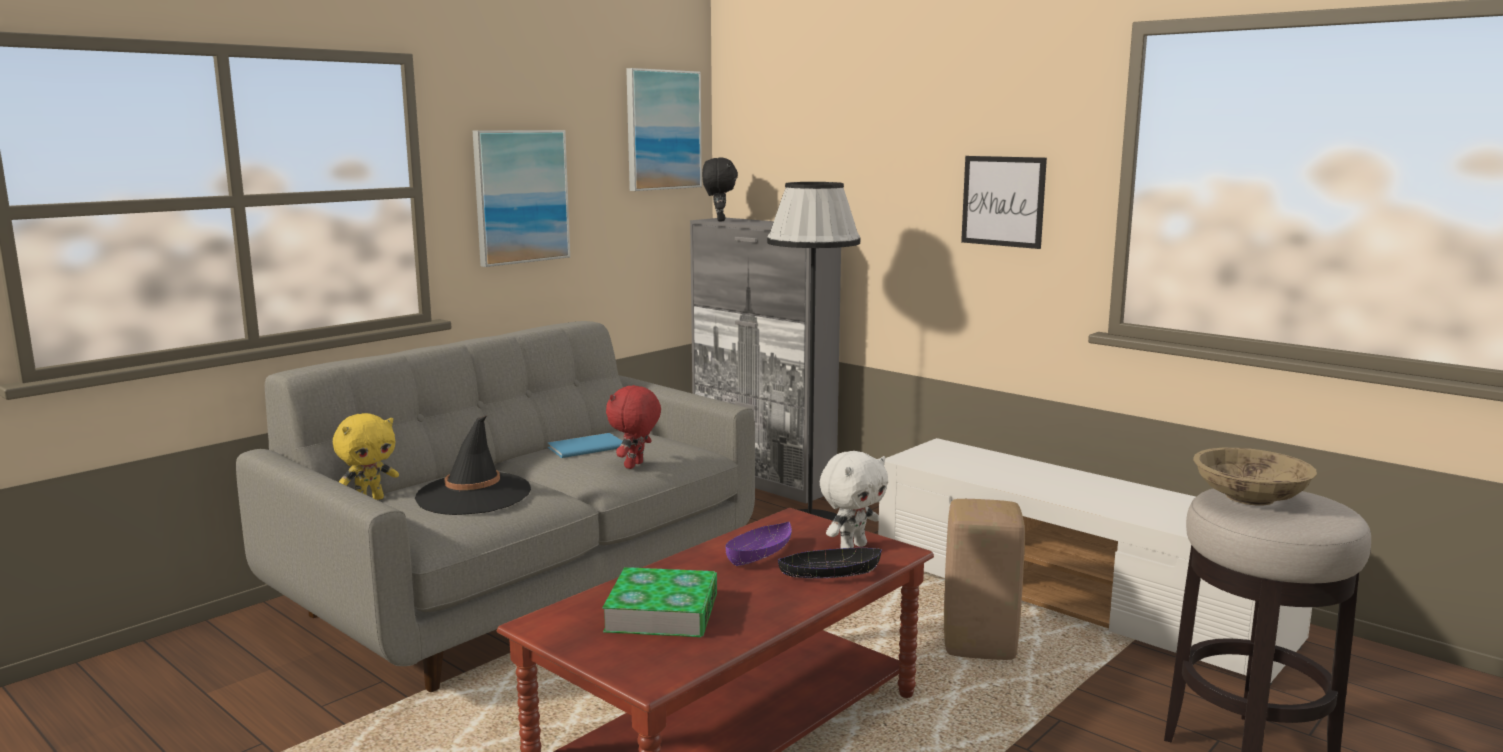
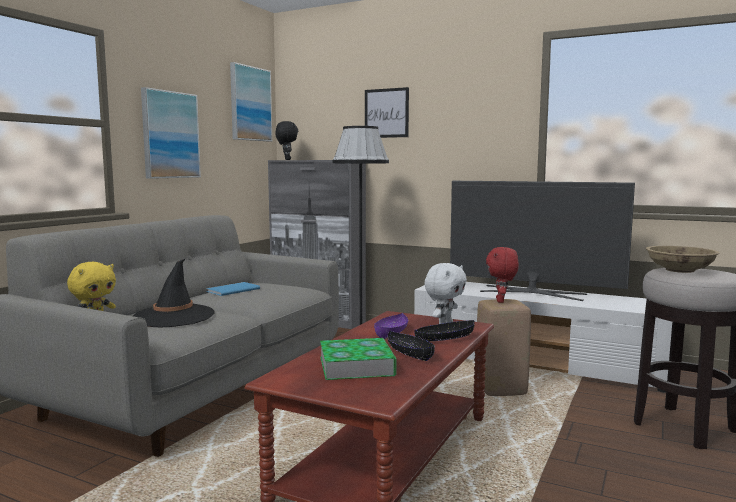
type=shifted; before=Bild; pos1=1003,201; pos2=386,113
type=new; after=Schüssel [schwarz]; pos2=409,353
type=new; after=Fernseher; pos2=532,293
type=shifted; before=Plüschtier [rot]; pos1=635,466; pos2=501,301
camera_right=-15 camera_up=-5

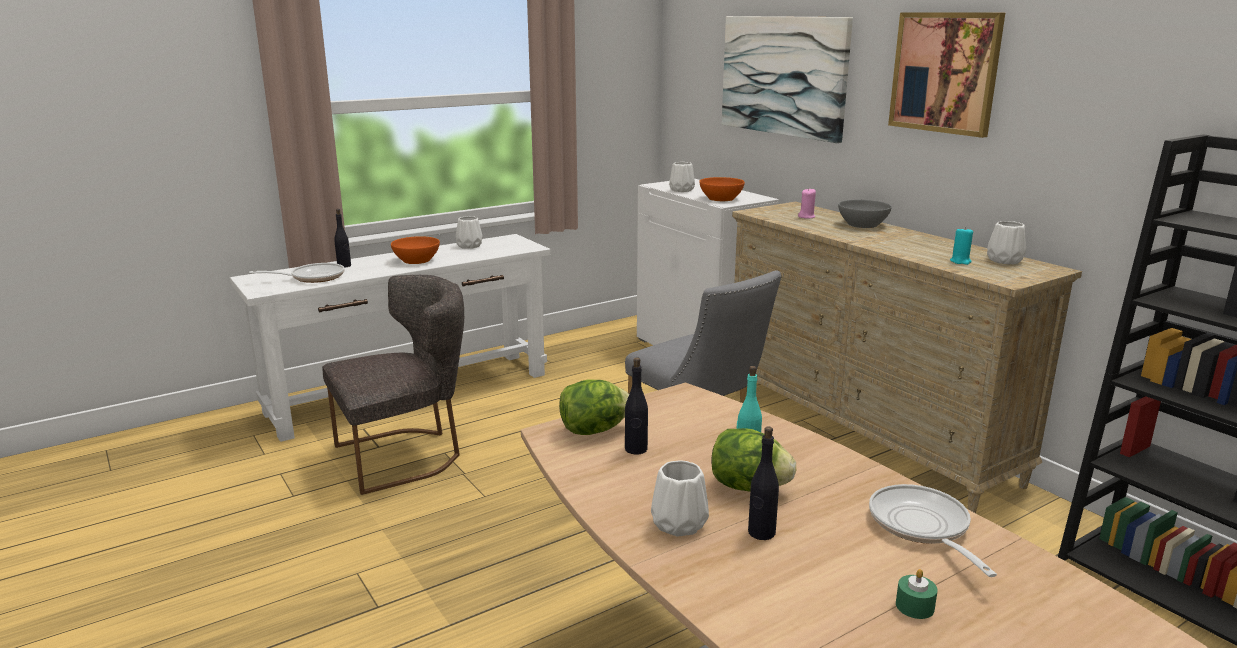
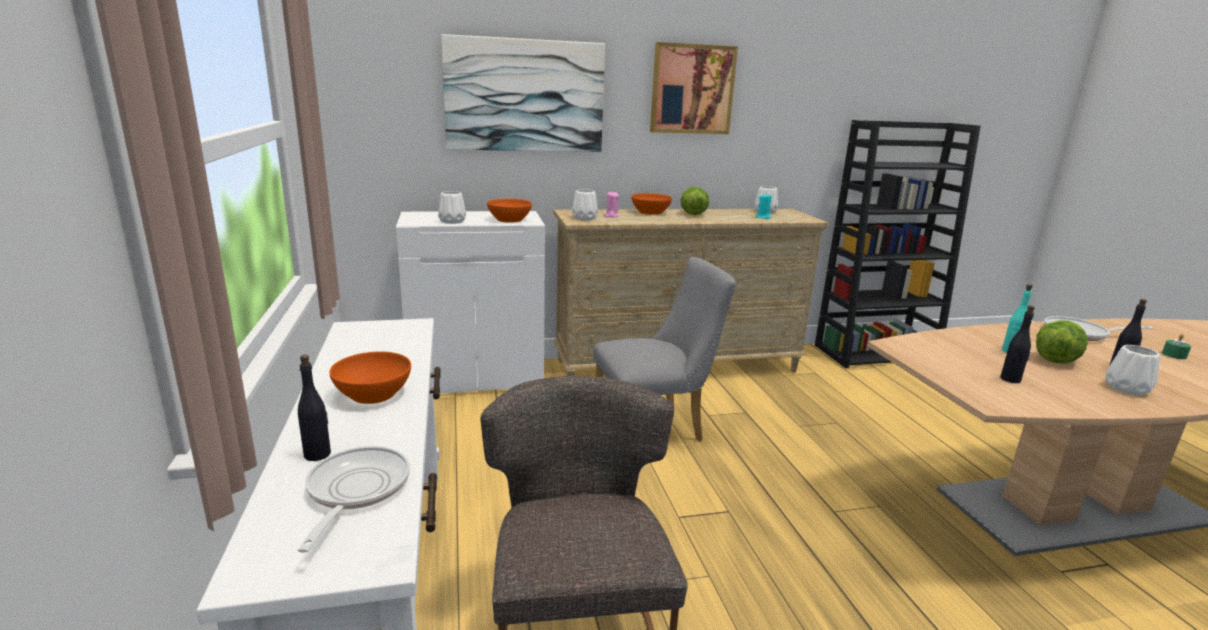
type=shifted; before=Vase [weiß]; pos1=469,246; pos2=585,218
type=repainted; before=Schüssel [grau]; after=Schüssel [orange]; pos1=863,224; pos2=650,212
type=shifted; before=Salatkopf; pos1=594,430; pos2=693,214
camera_right=-70 camera_up=0

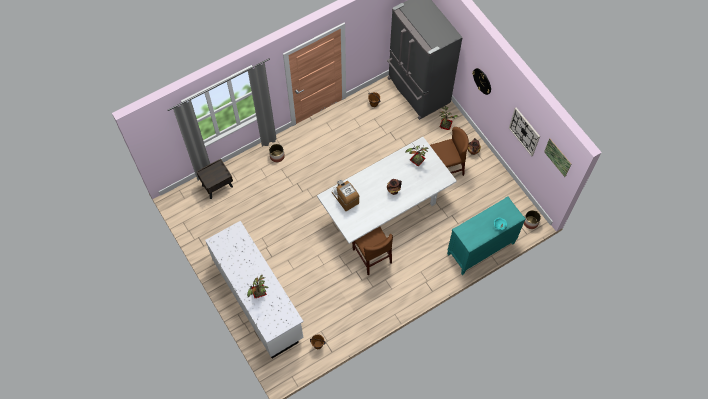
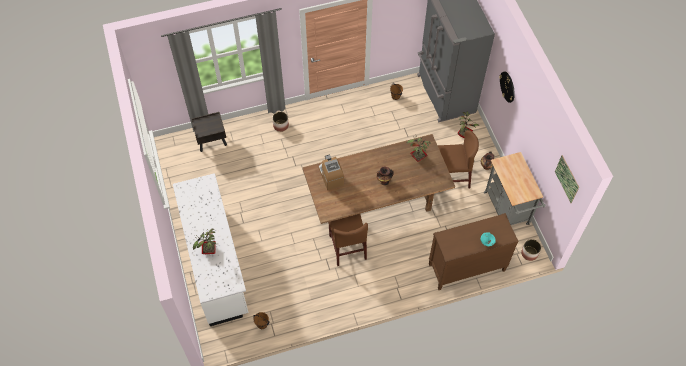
type=repainted; before=Esstisch [weiß]; after=Esstisch [braun]; pos1=385,209; pos2=376,203
type=repainted; before=Kommode [türkis]; after=Kommode [braun]; pos1=480,249; pos2=466,268
type=new; after=Rollwagen [grau]; pos2=508,211
type=gone; before=Wanduhr; pos1=524,131
camera_right=15 camera_up=-5

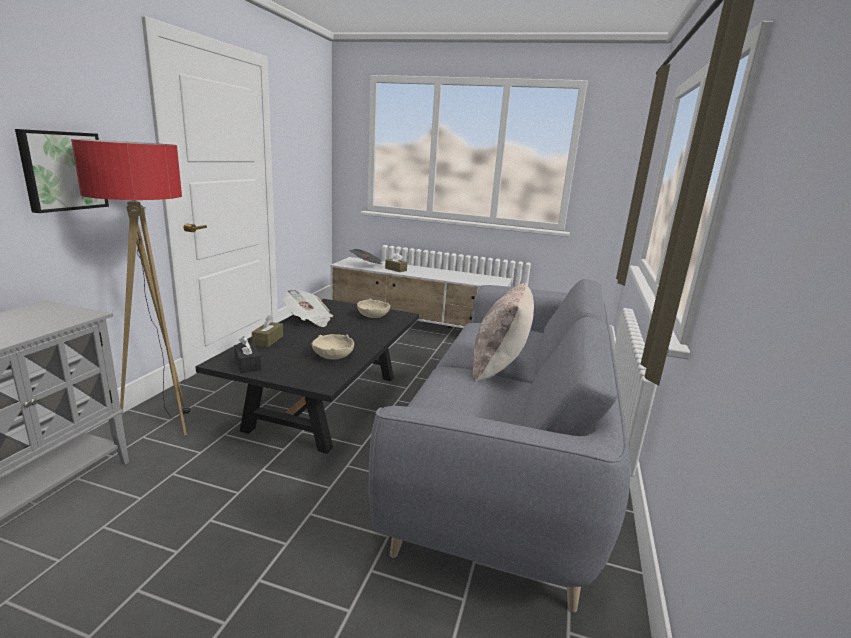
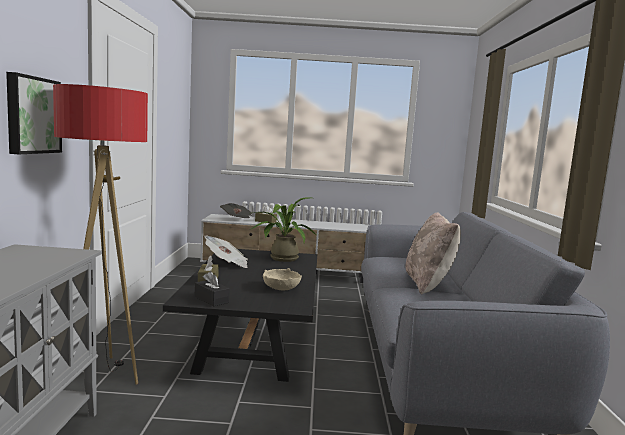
type=swapped; before=Schüssel [beige]; after=Topfpflanze; pos1=373,316; pos2=281,258
camera_right=-15 camera_up=-10

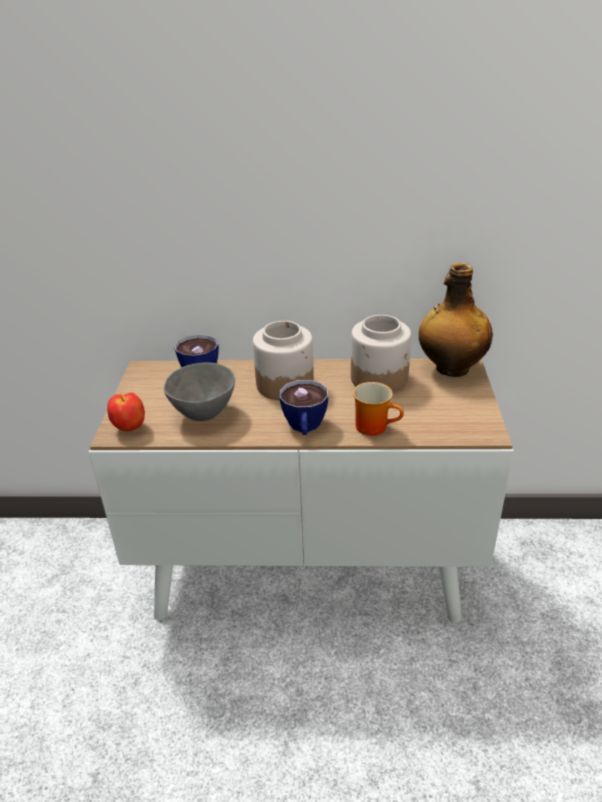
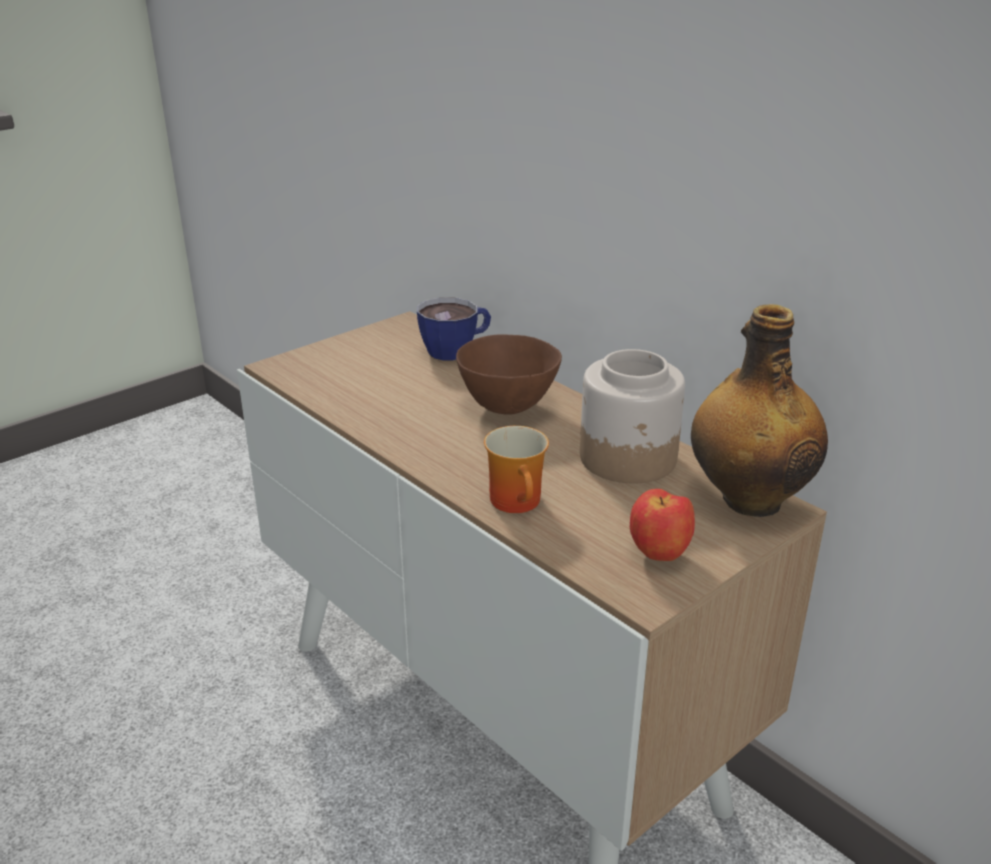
type=swapped; before=Vorratsglas; after=Schüssel [braun]; pos1=285,384; pos2=509,406
type=shifted; before=Apfel; pos1=130,428; pos2=660,555
type=gone; before=Schüssel [grau]; pos1=204,414
type=gone; before=Tasse; pos1=305,428
camera_right=45 camera_up=-5

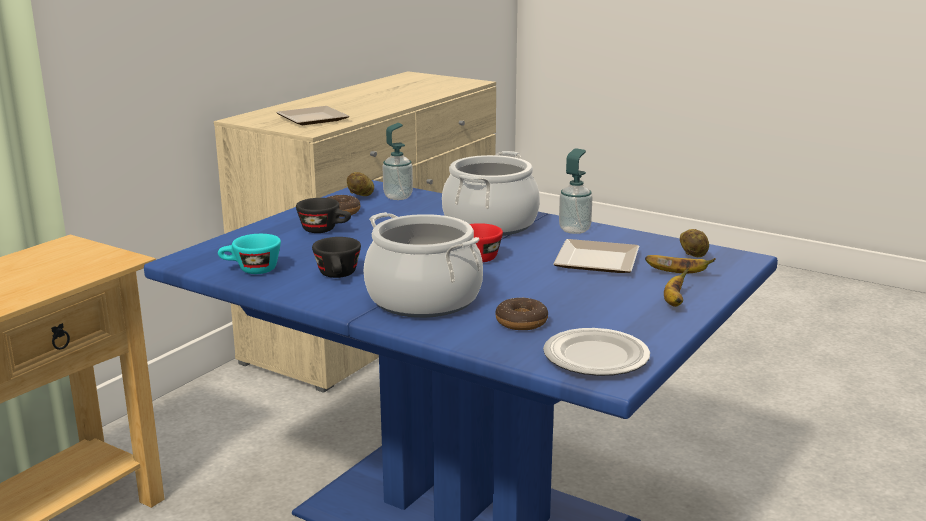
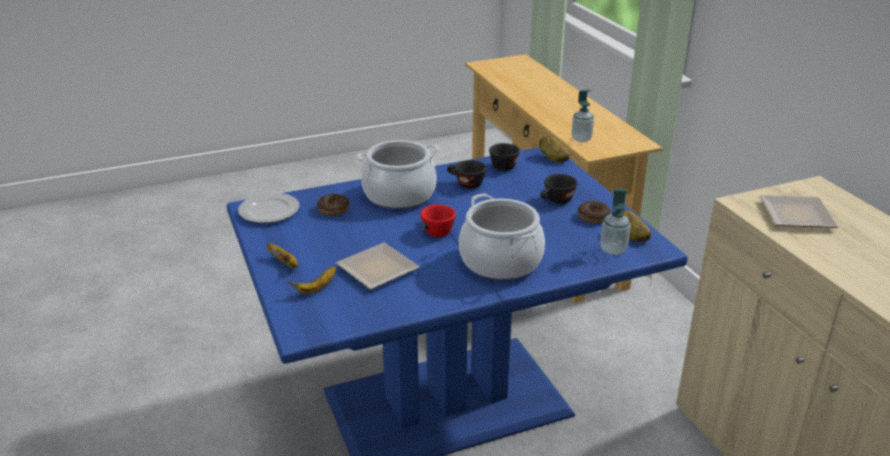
type=repainted; before=Tasse [türkis]; after=Tasse [schwarz]; pos1=251,270; pos2=505,165
type=shifted; before=Kartoffel; pos1=693,256; pos2=553,158
type=shifted; before=Seifenspender; pos1=574,230; pos2=581,139
camera_right=125 camera_up=10

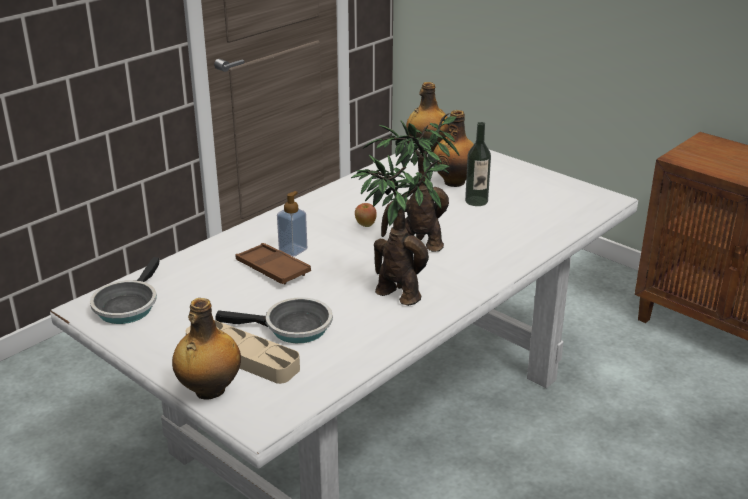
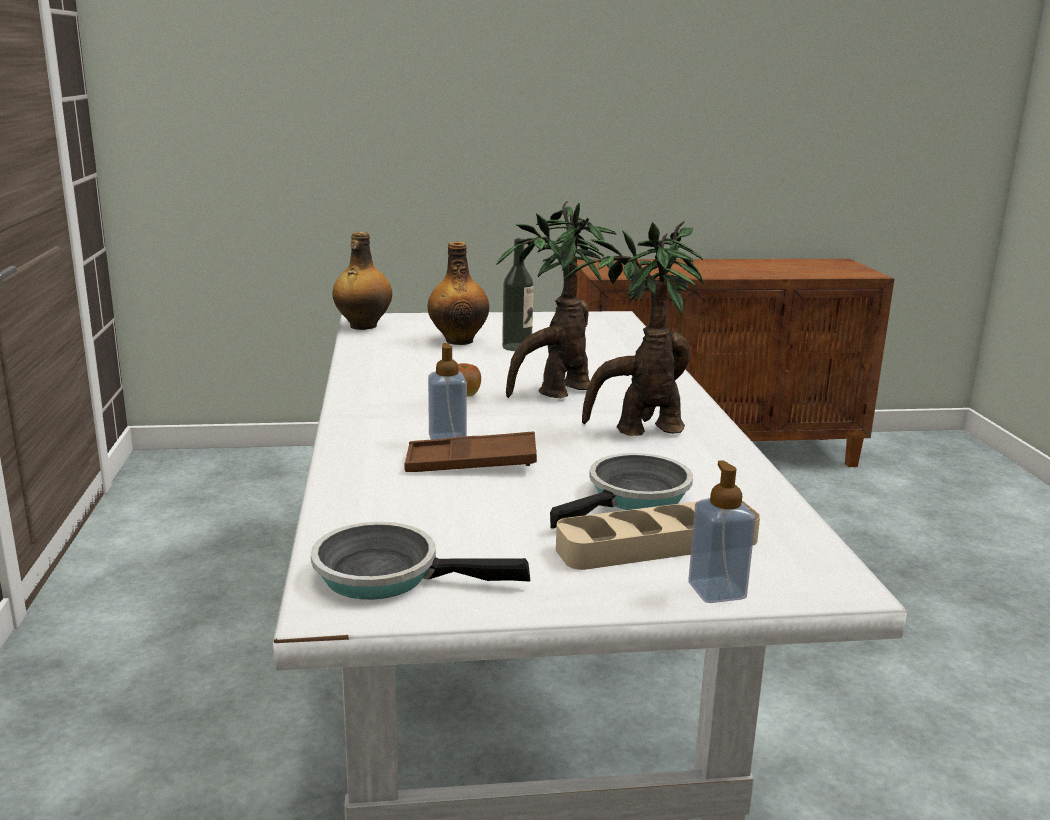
type=rotated; before=Pfanne; pos1=127,305; pos2=387,574; turn=135
type=swapped; before=Flasche; after=Seifenspender; pos1=209,390; pos2=716,591
camera_right=-50 camera_up=-10

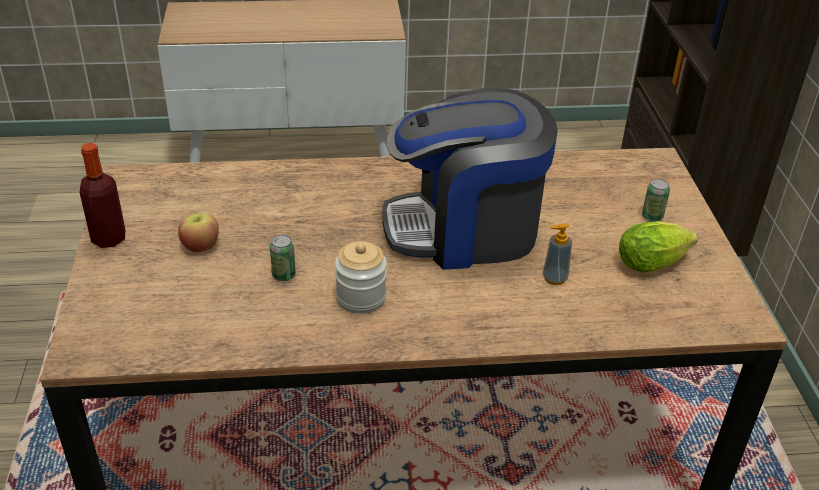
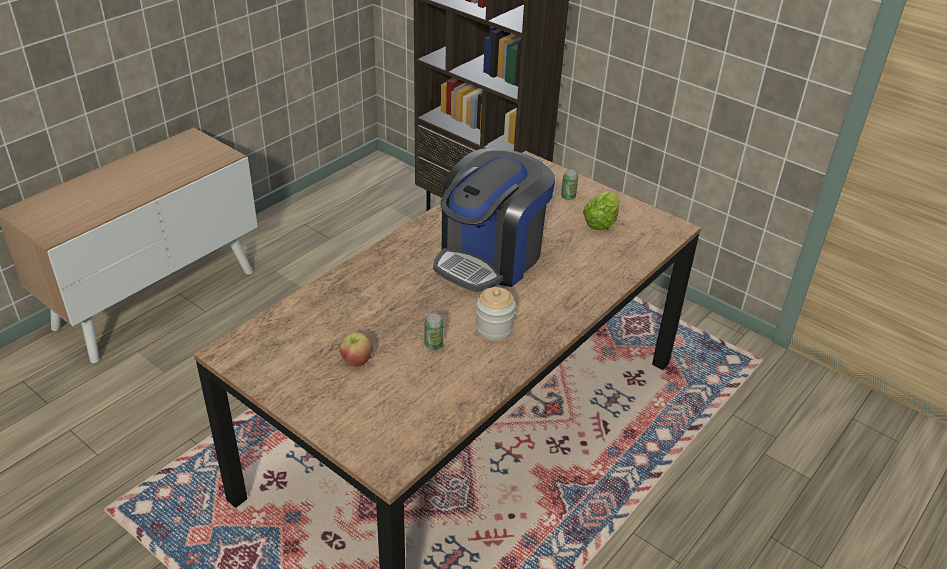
type=gone; before=Flasche; pos1=109,238
type=gone; before=Seifenspender; pos1=554,278
camera_right=-45 camera_up=0

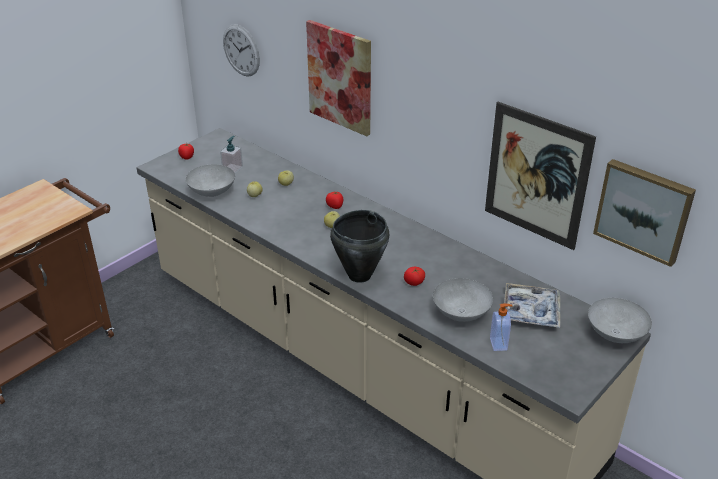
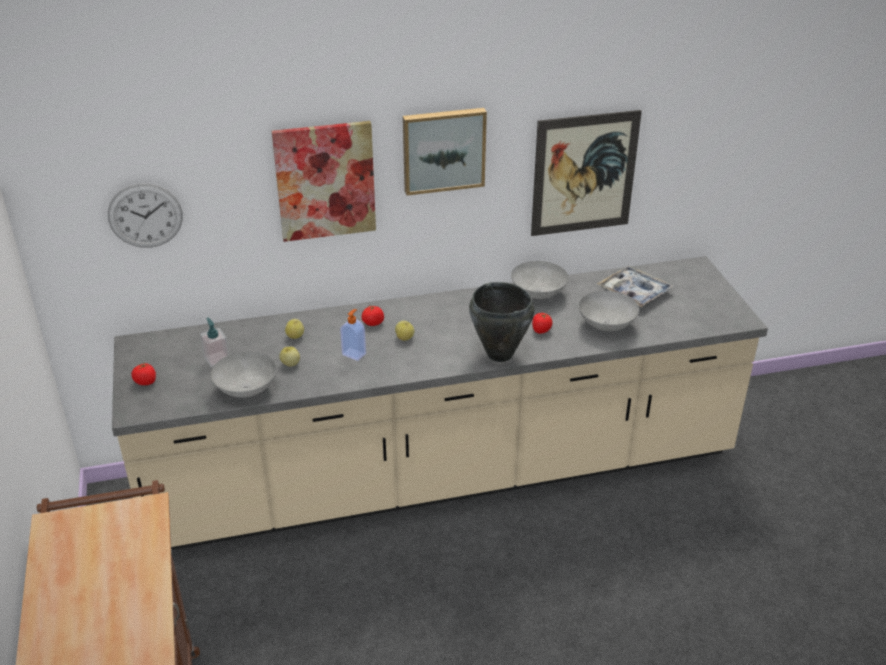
type=shifted; before=Seifenspender; pos1=499,344; pos2=354,354
type=shifted; before=Bild; pos1=644,210; pos2=443,149
type=shifted; before=Schüssel [grau]; pos1=615,335; pos2=538,294
camera_right=-55 camera_up=0

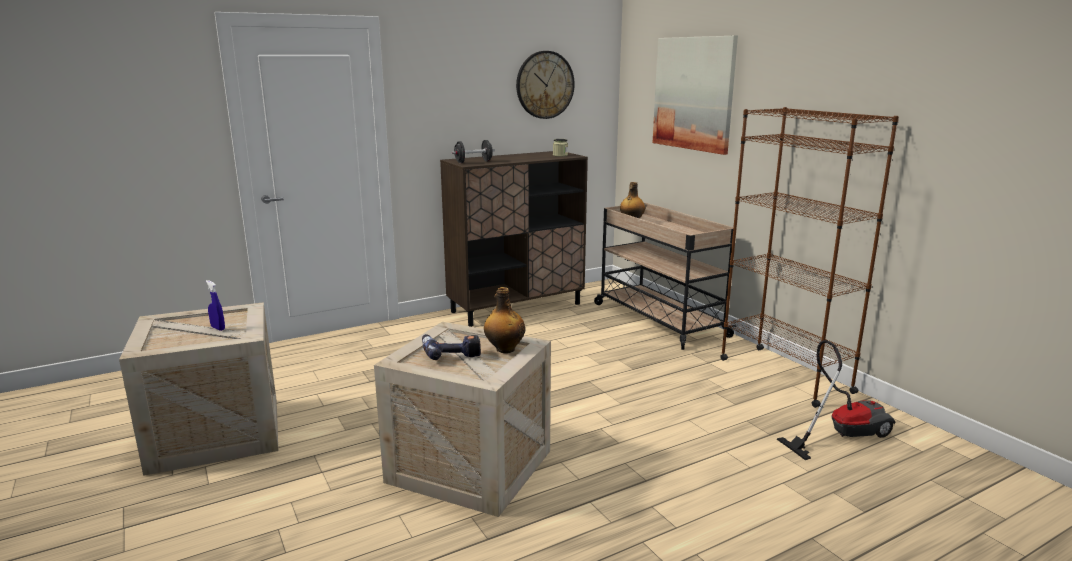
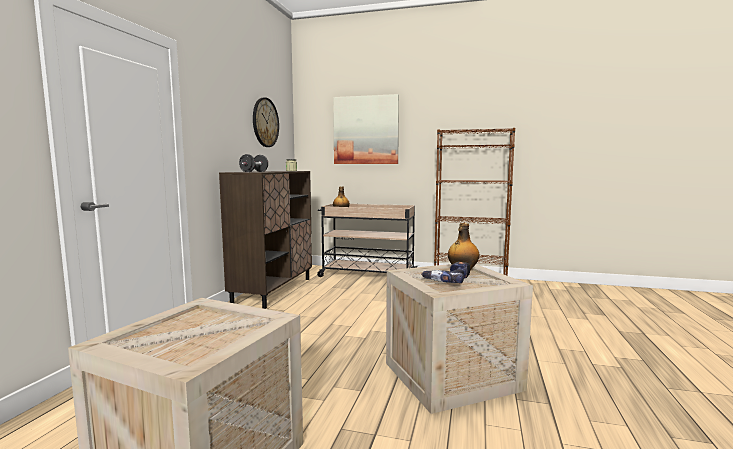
type=gone; before=Sprühflasche [blau]; pos1=218,328
type=gone; before=Staubsauger; pos1=840,433
camera_right=-45 camera_up=-10

